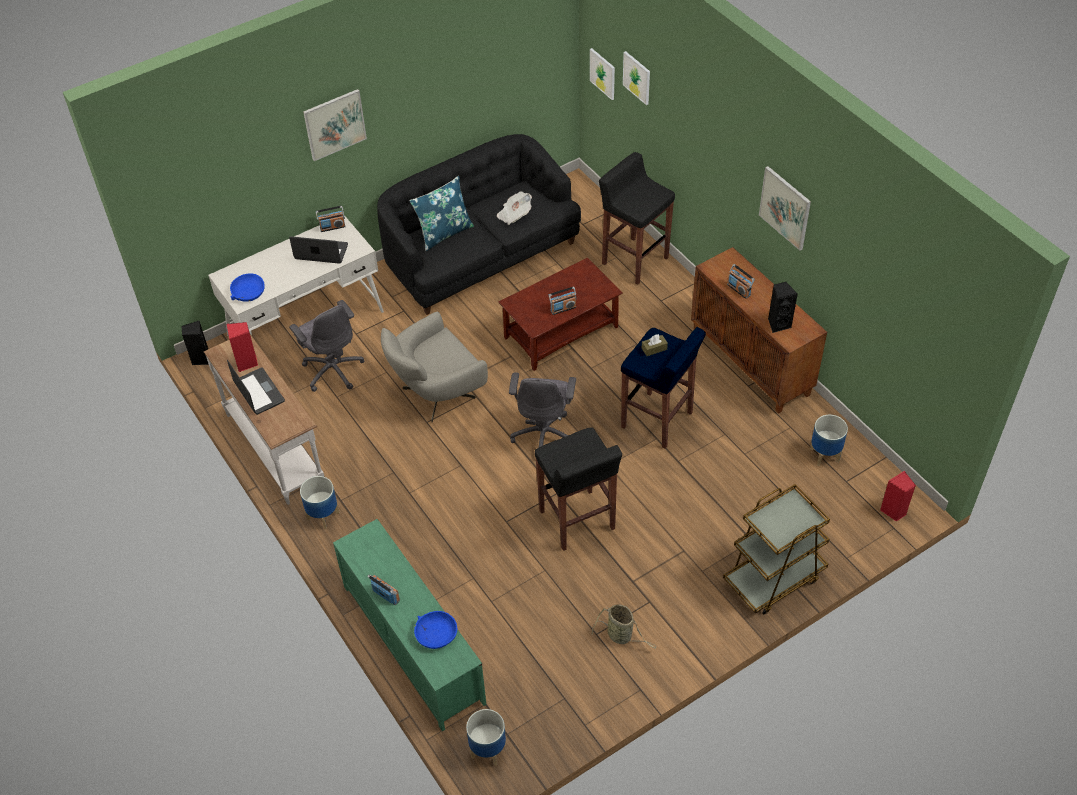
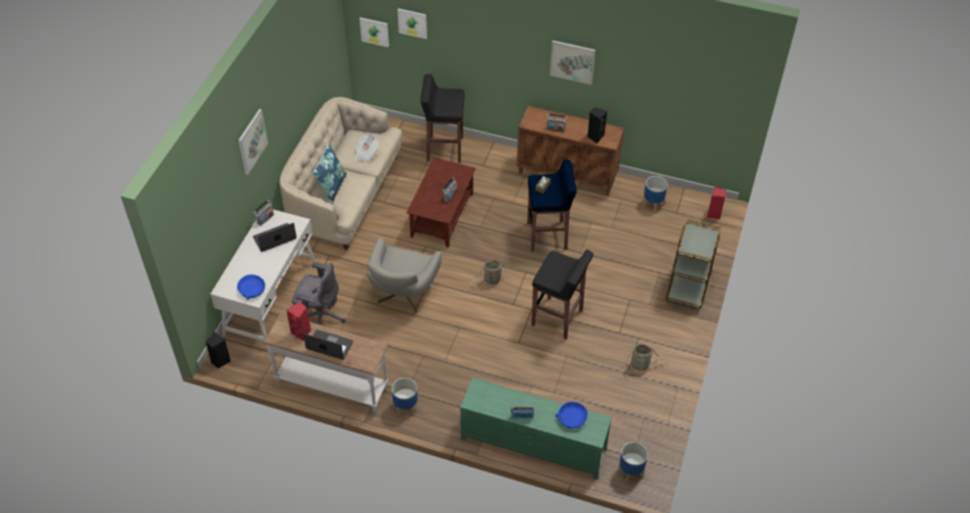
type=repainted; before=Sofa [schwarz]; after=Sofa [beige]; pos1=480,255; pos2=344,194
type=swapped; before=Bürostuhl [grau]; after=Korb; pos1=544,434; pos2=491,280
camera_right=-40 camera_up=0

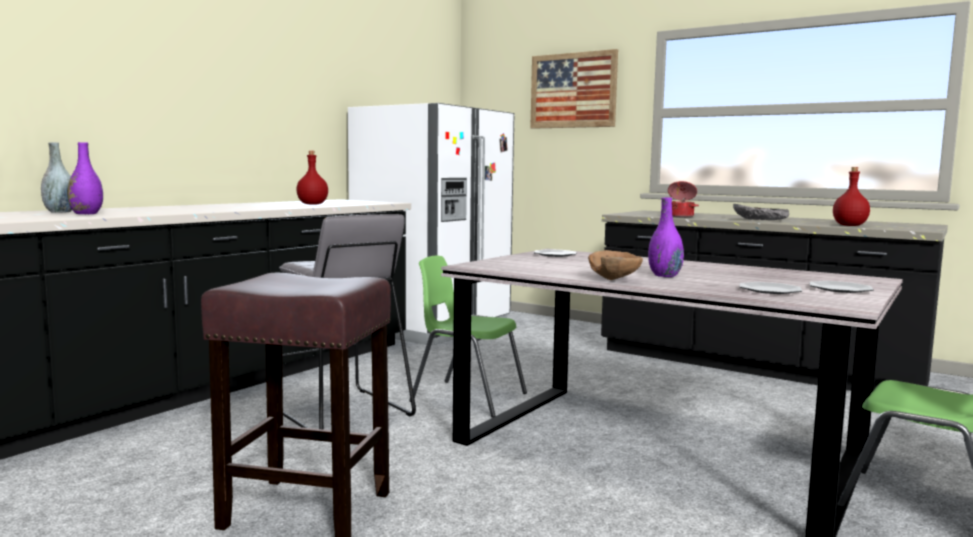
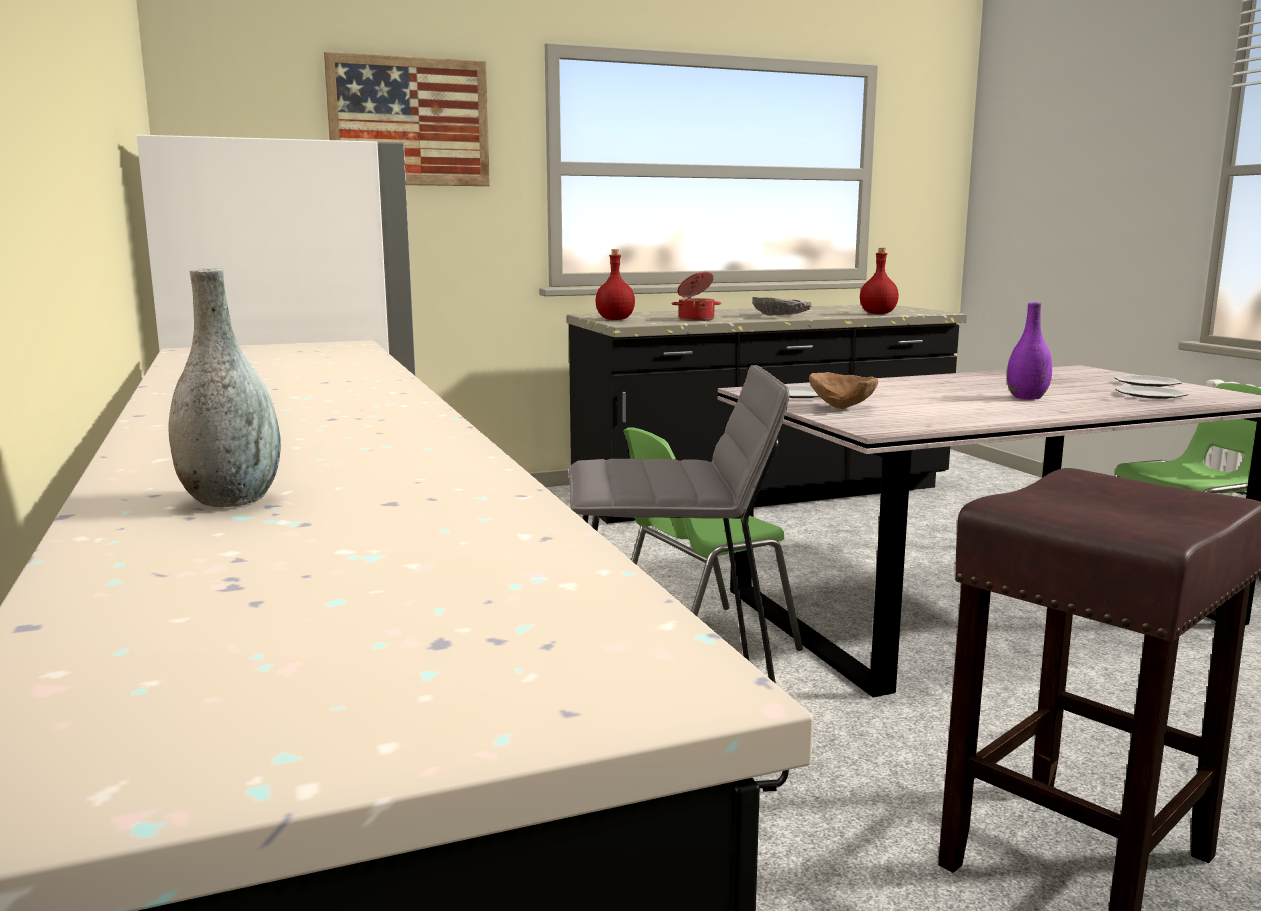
type=shifted; before=Flasche [rot]; pos1=312,204; pos2=615,319
type=shifted; before=Schüssel [braun]; pos1=616,280; pos2=843,407
type=gone; before=Vase [lila]; pos1=86,214
camera_right=-55 camera_up=5

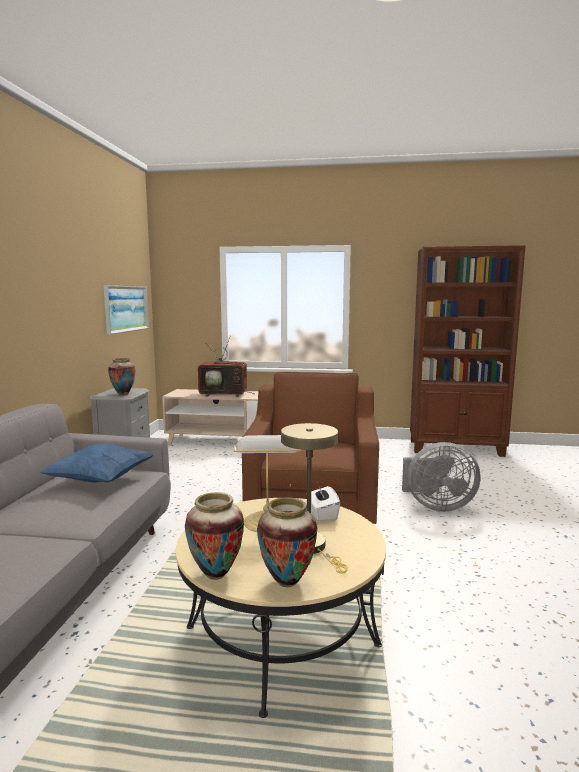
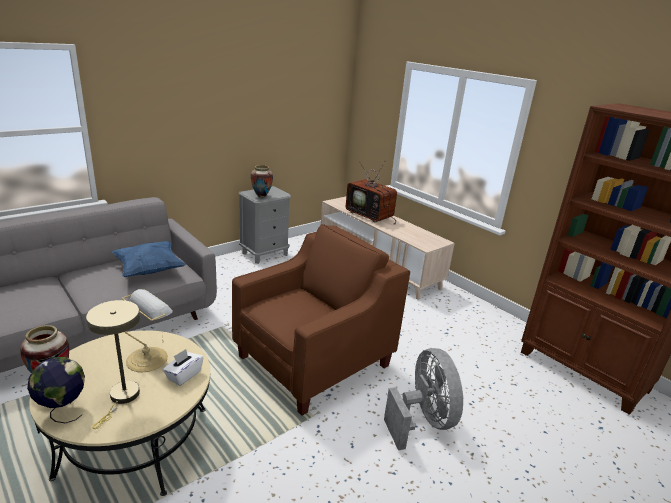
type=swapped; before=Vase; after=Globus; pos1=287,582; pos2=63,411
type=rotated; before=Ventilator [grau]; pos1=436,506; pos2=422,421; turn=-150
type=gone; before=Bild; pos1=126,308
camera_right=40 camera_up=15

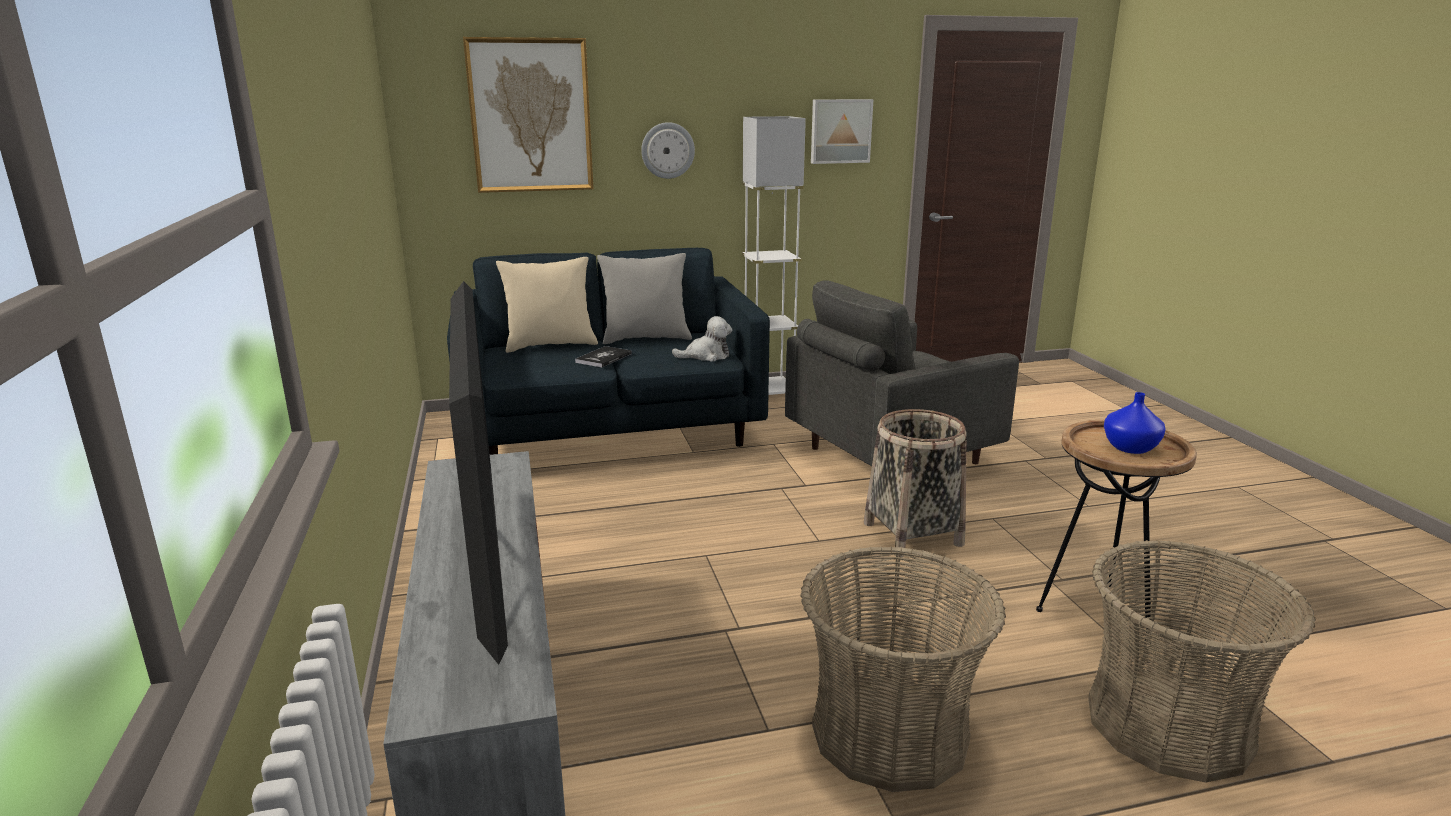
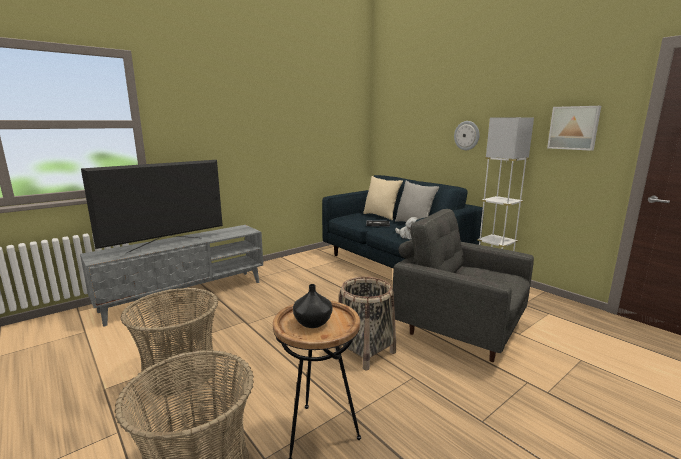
type=repainted; before=Vase [blau]; after=Vase [schwarz]; pos1=1129,447; pos2=313,322
type=gone; before=Bild; pos1=530,116
camera_right=65 camera_up=-5

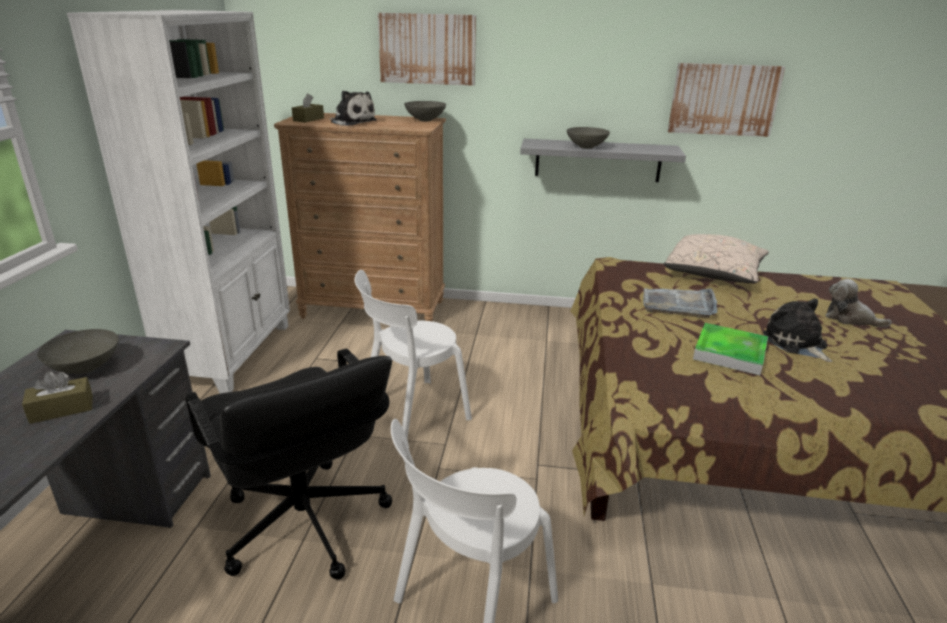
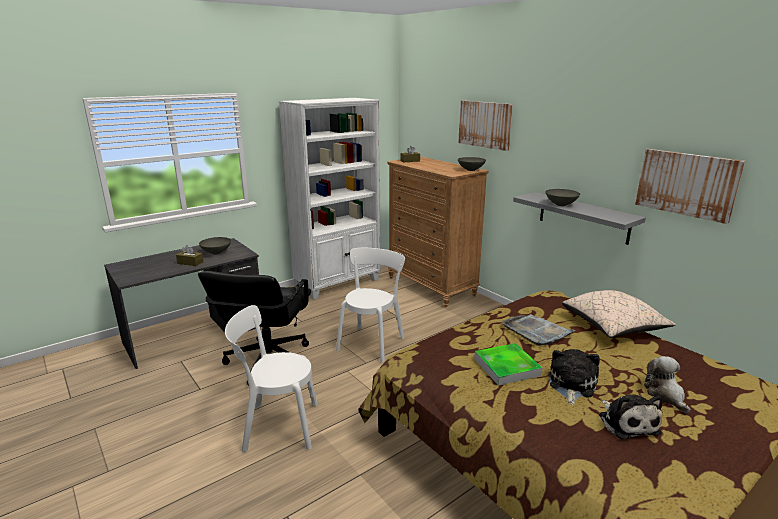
type=rotated; before=Stuhl [weiß]; pos1=411,413; pos2=372,342; turn=105
type=shifted; before=Plüschtier; pos1=352,122; pos2=627,422
camera_right=45 camera_up=-5

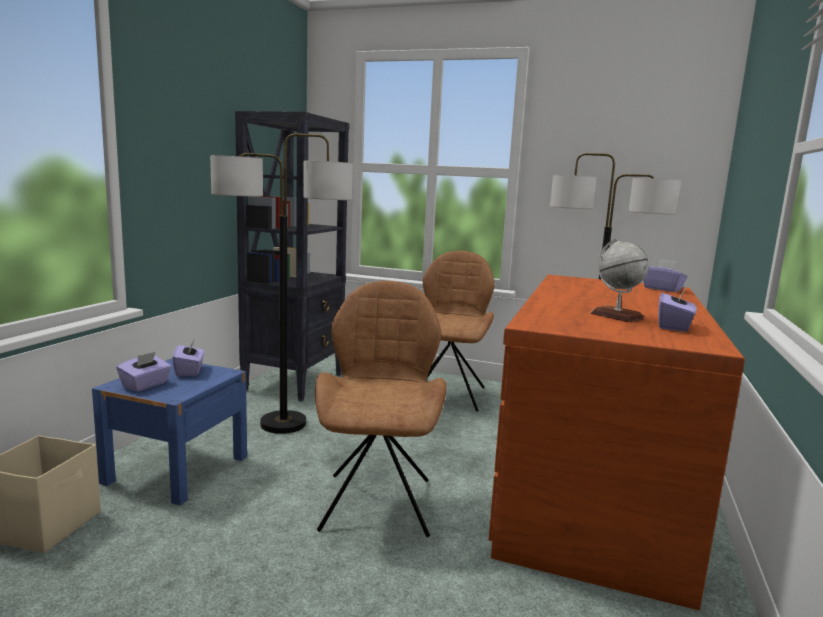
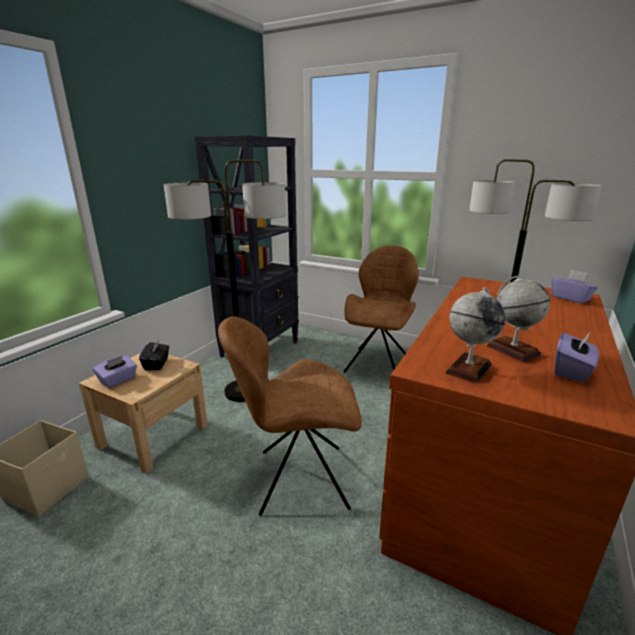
type=repainted; before=Nachttisch [blau]; after=Nachttisch [beige]; pos1=177,469; pos2=153,436
type=repainted; before=Taschentuchbox [lila]; after=Taschentuchbox [schwarz]; pos1=189,371; pos2=157,364
type=rotated; before=Stuhl [braun]; pos1=378,501; pos2=298,479; turn=-105
type=new; after=Globus; pos2=468,368
camera_right=10 camera_up=10

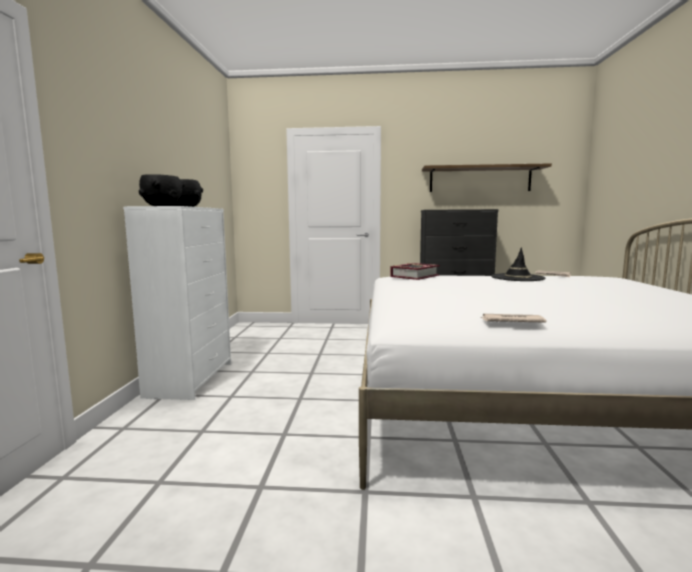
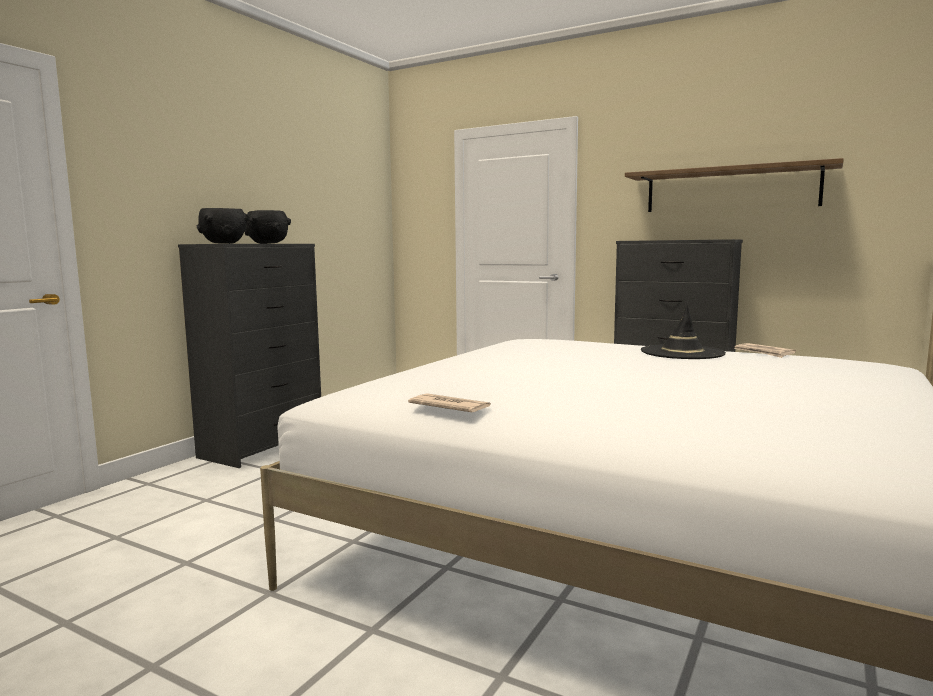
type=repainted; before=Kommode [weiß]; after=Kommode [schwarz]; pos1=191,379; pos2=263,446
type=gone; before=Buch; pos1=414,276
camera_right=25 camera_up=0

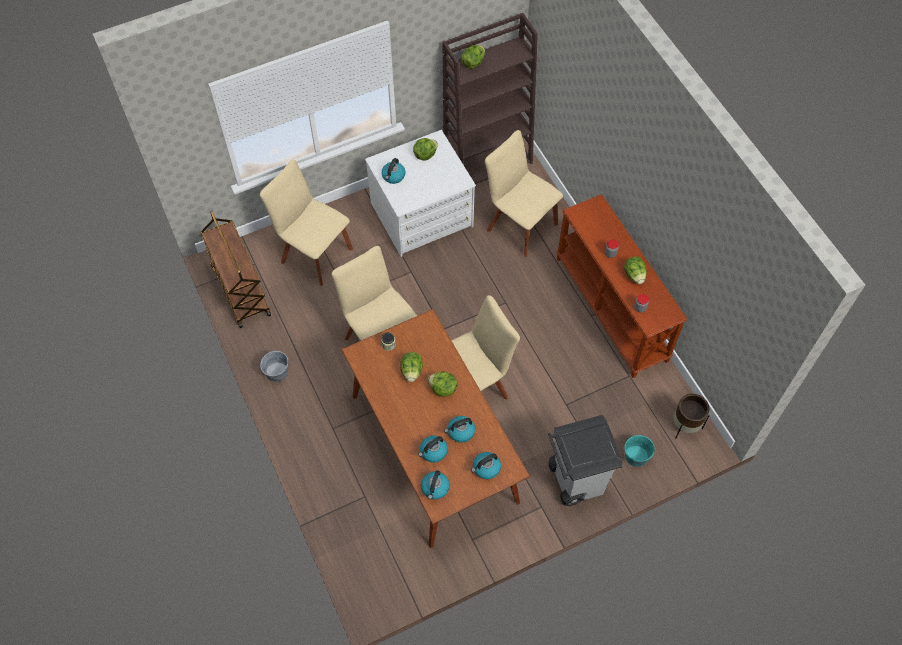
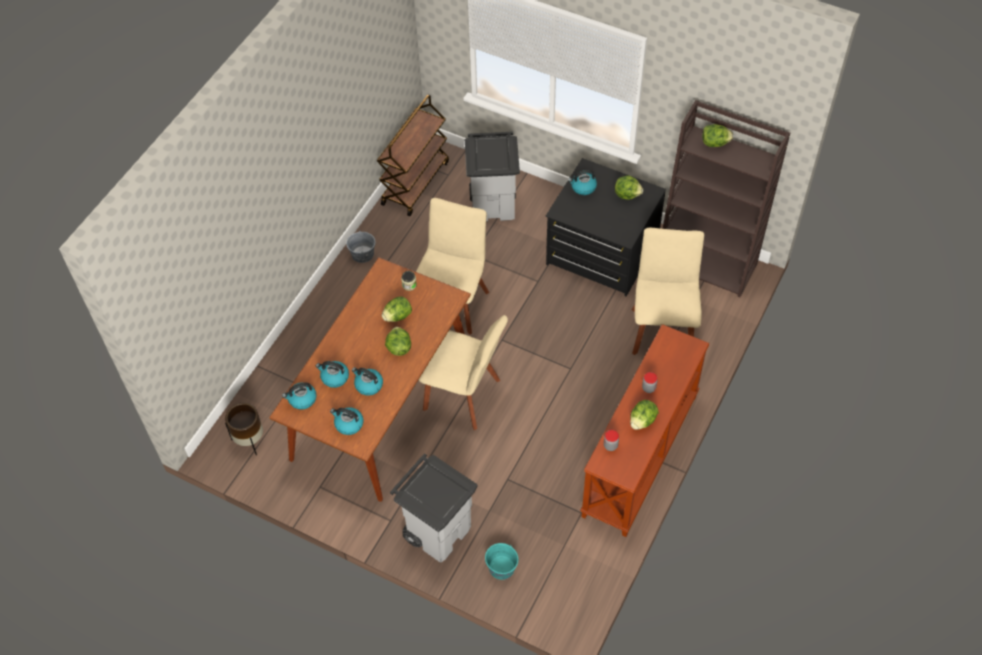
type=shifted; before=Pflanzkübel [braun]; pos1=685,426; pos2=249,440
type=swapped; before=Stuhl [beige]; after=Mülleimer [grau]; pos1=314,253; pos2=494,205
type=repainted; before=Kommode [weiß]; after=Kommode [schwarz]; pos1=422,216; pos2=601,253
camera_right=55 camera_up=-5

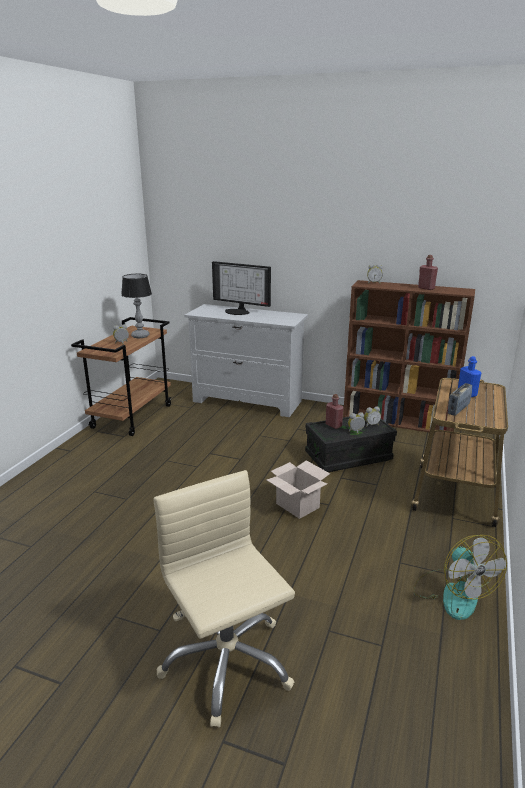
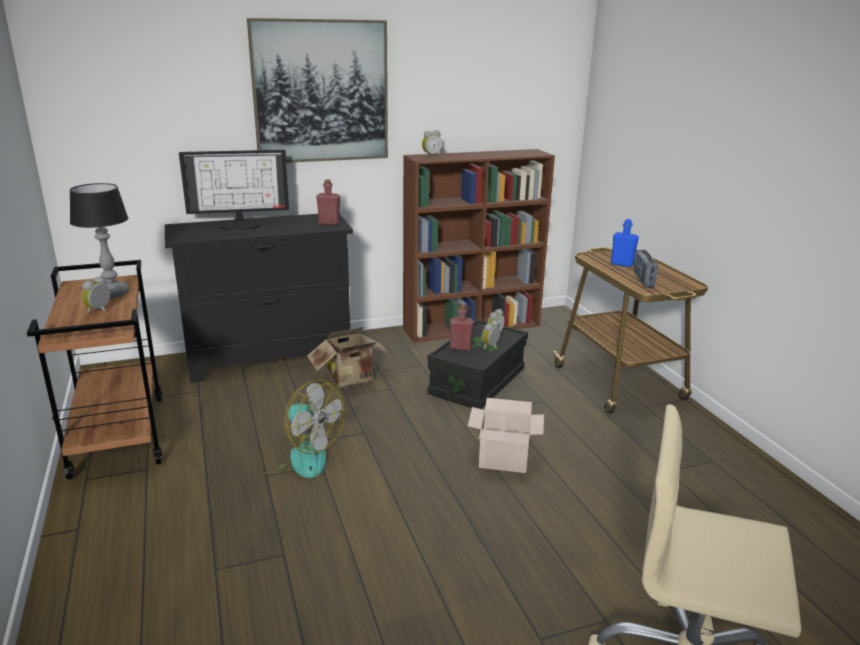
type=repainted; before=Kommode [weiß]; after=Kommode [schwarz]; pos1=247,401; pos2=270,358
type=new; after=Bild; pos2=321,92
type=shifted; before=Ventilator; pos1=452,593; pos2=299,457
type=new; after=Karton; pos2=352,379
type=shifted; before=Flasche [rot]; pos1=426,288; pos2=329,223
camera_right=-40 camera_up=0

